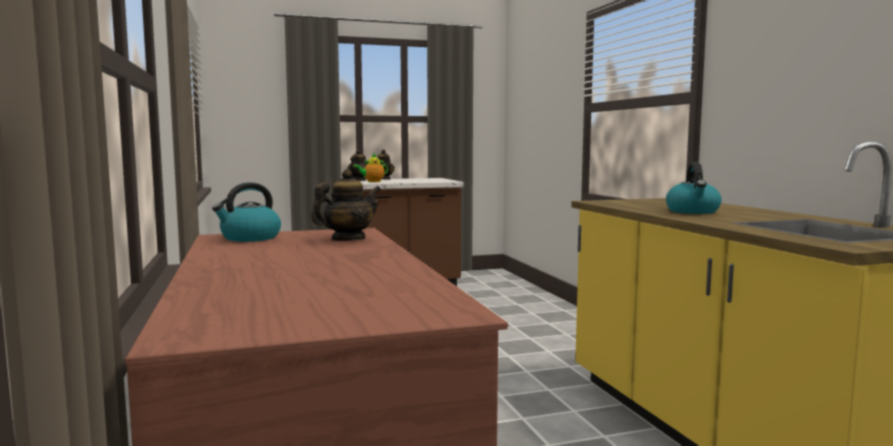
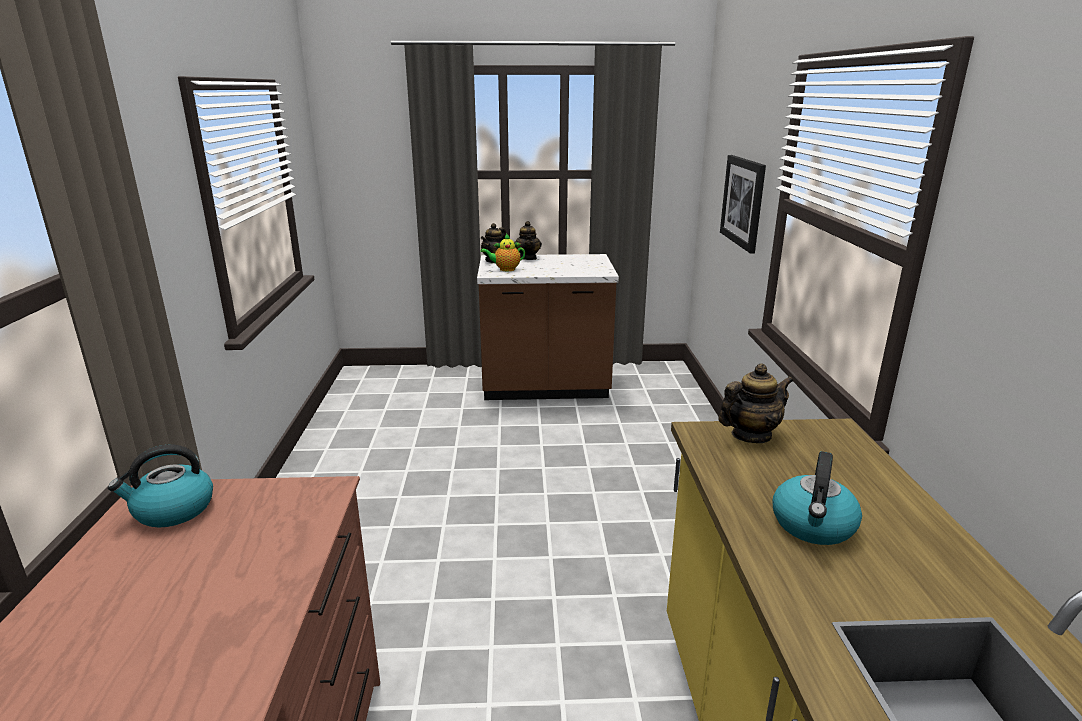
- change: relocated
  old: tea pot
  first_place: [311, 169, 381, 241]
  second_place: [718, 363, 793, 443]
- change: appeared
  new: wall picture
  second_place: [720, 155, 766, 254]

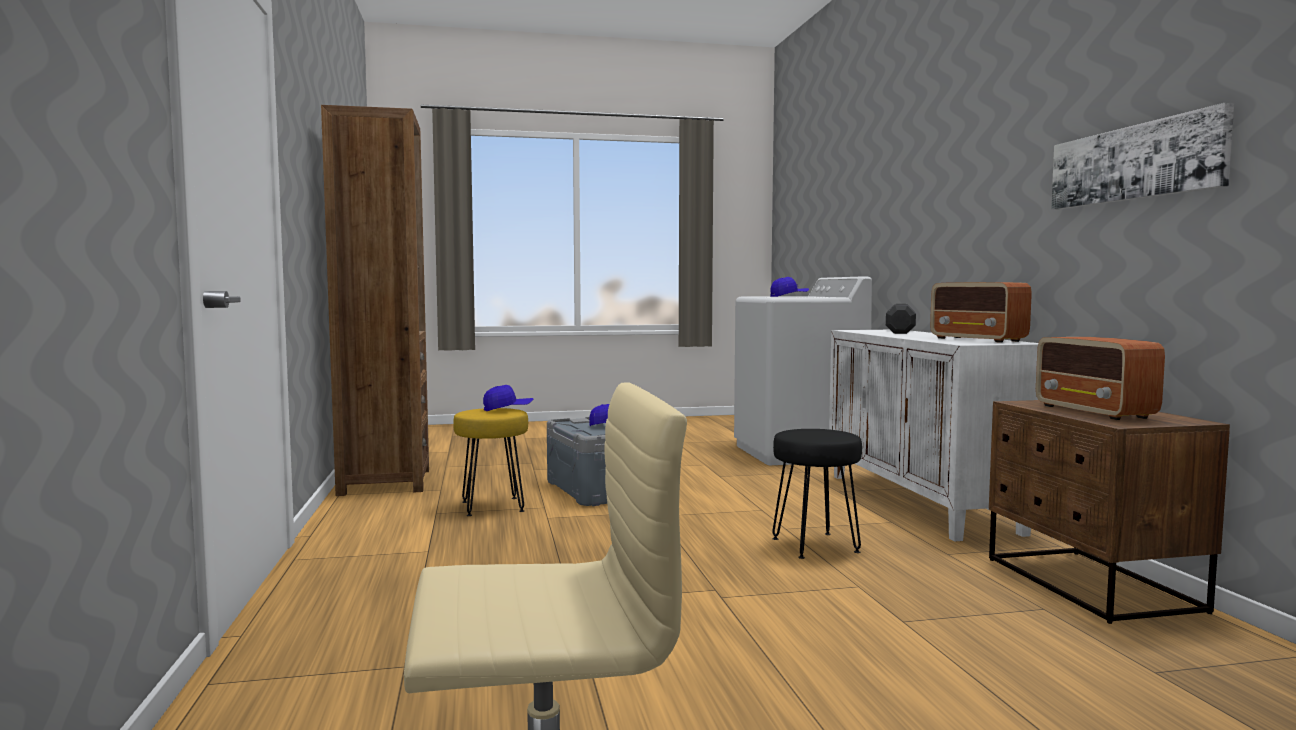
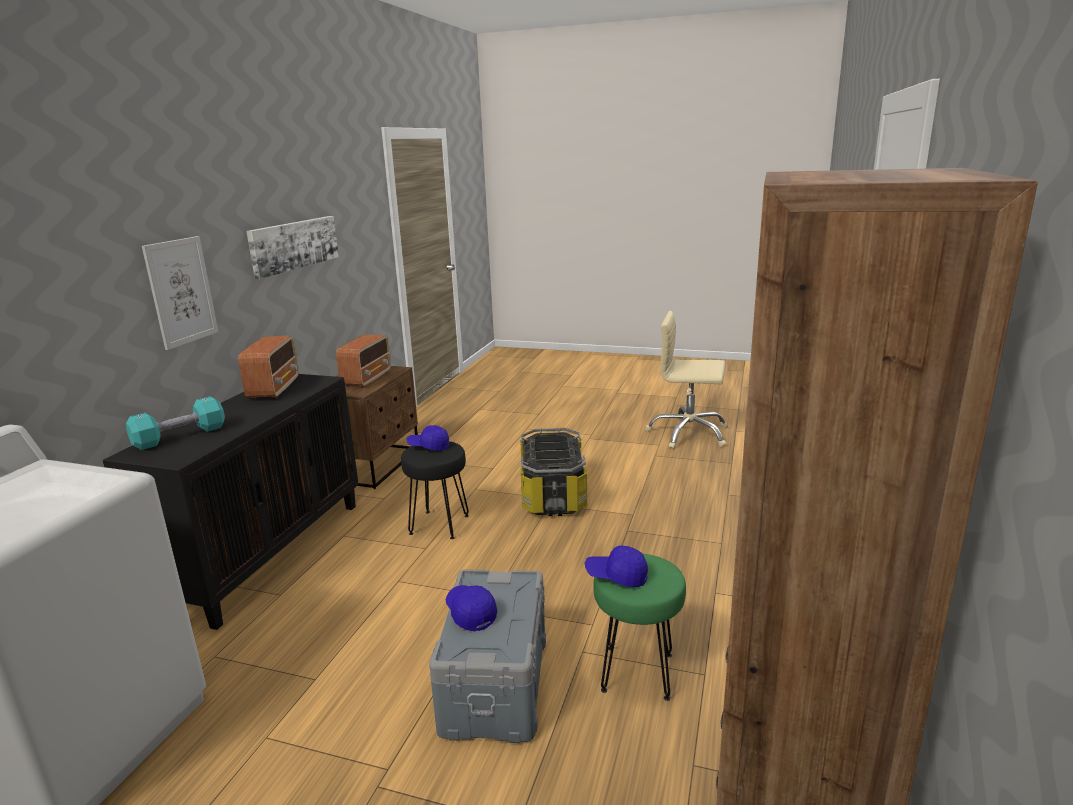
- change: colour
  old: yellow stool seat
  new: green-coloured stool seat
  first_place: [453, 408, 528, 516]
  second_place: [593, 554, 686, 701]
- change: relocated
  old: blue cap
  first_place: [770, 277, 809, 297]
  second_place: [407, 425, 449, 451]
- change: colour
  old: whitish storage cabinet
  new: black-coloured storage cabinet
  first_place: [829, 330, 1038, 542]
  second_place: [103, 374, 359, 630]
- change: colour
  old: black-coloured free weight
  new: turquoise free weight
  first_place: [886, 304, 916, 334]
  second_place: [126, 396, 225, 450]
- change: appeared
  new: wall picture
  second_place: [142, 236, 218, 350]
- change: appeared
  new: storage bin
  second_place: [521, 428, 587, 516]

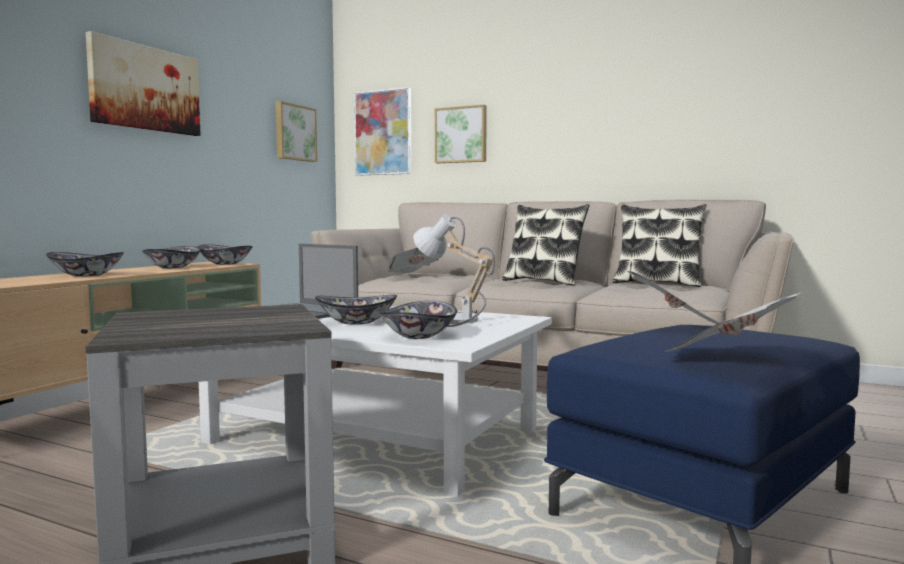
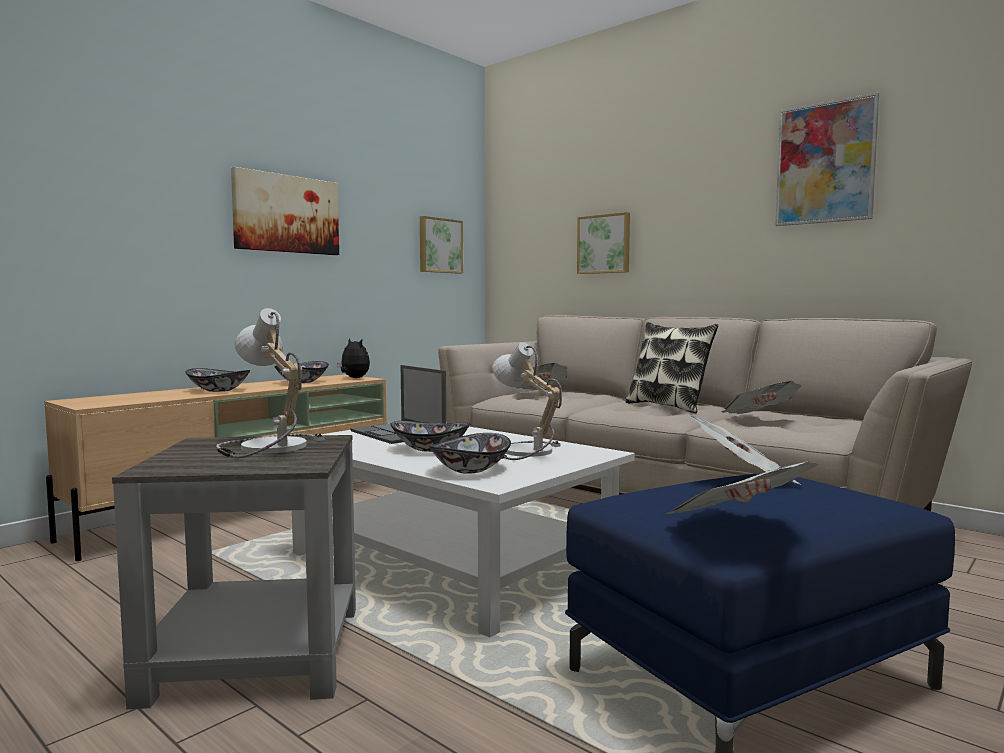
- change: exchanged
  old: serving bowl
  new: plush toy
  first_place: [198, 244, 252, 265]
  second_place: [337, 338, 370, 378]
- change: relocated
  old: wall picture
  first_place: [354, 87, 411, 176]
  second_place: [775, 93, 879, 226]
- change: missing
  old: throw pillow
  first_place: [613, 204, 707, 287]
- change: appeared
  new: tabletop lamp
  second_place: [216, 308, 325, 458]
- change: appeared
  new: printed paper
  second_place: [722, 381, 801, 414]

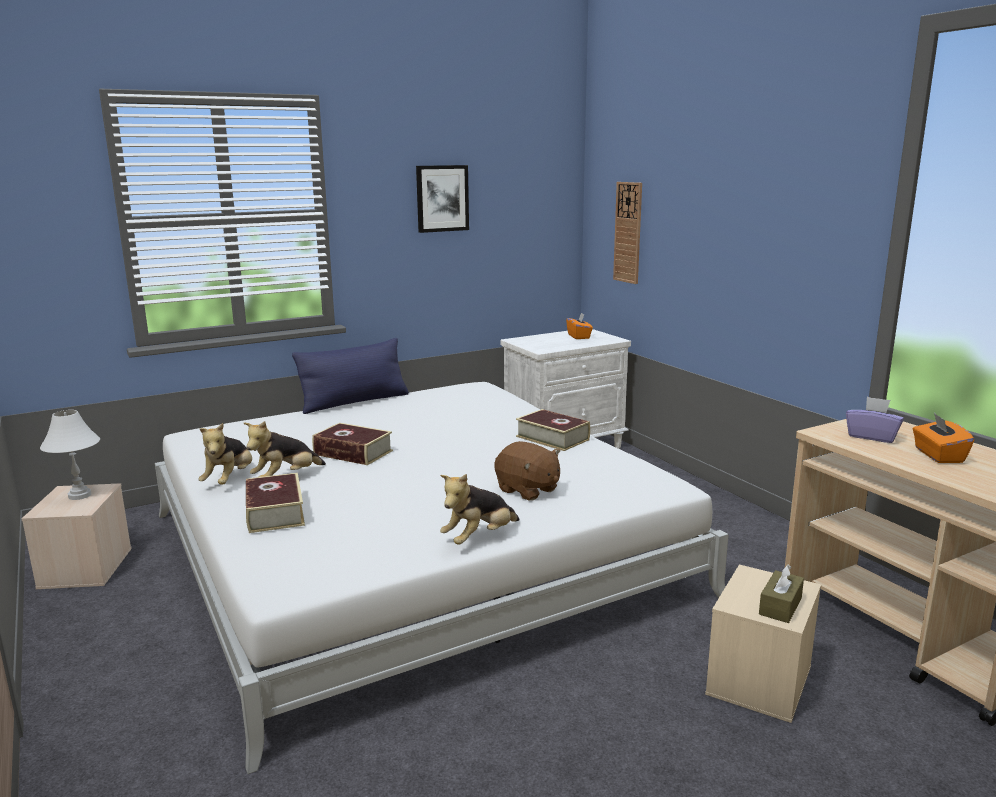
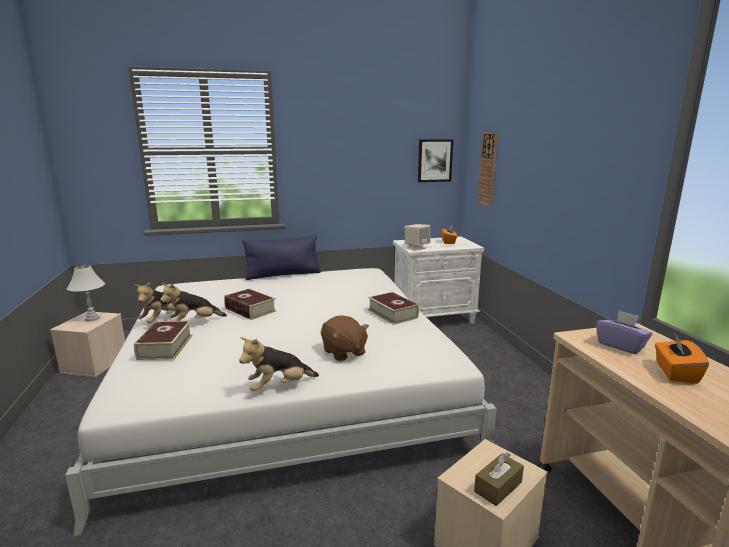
- change: relocated
  old: wall picture
  first_place: [416, 165, 469, 233]
  second_place: [418, 139, 453, 182]
- change: appeared
  new: beige-coloured audio speaker
  second_place: [405, 224, 431, 250]

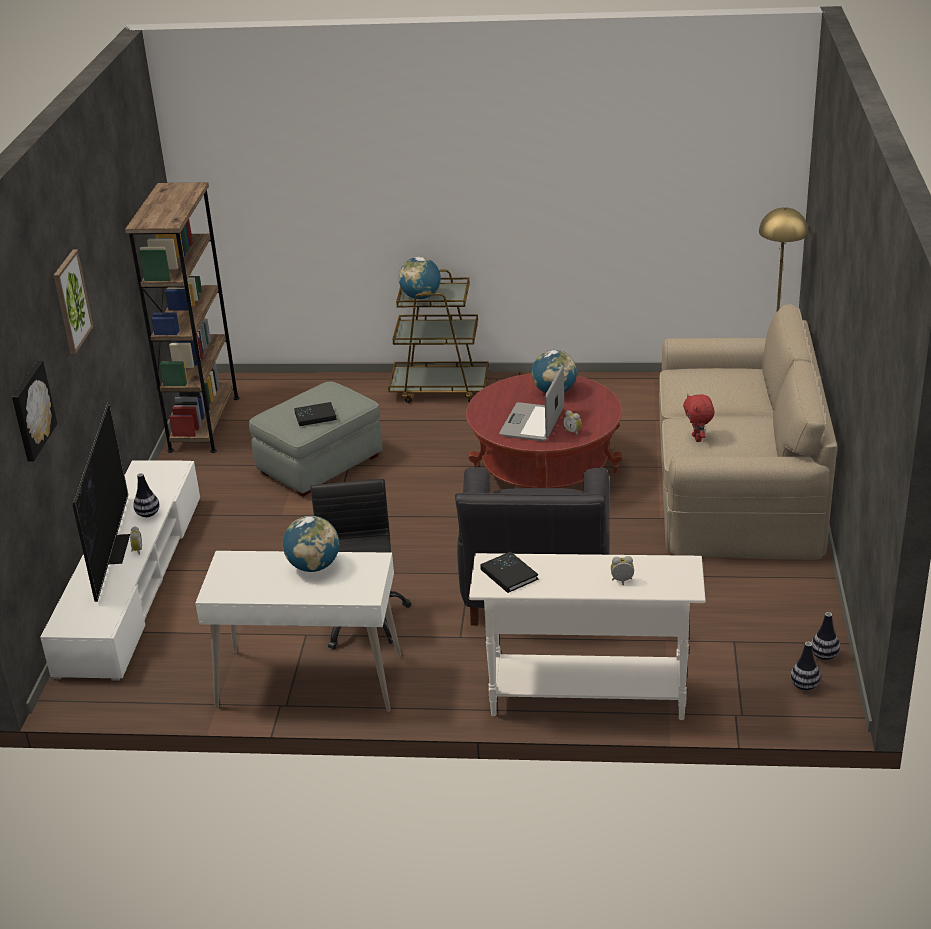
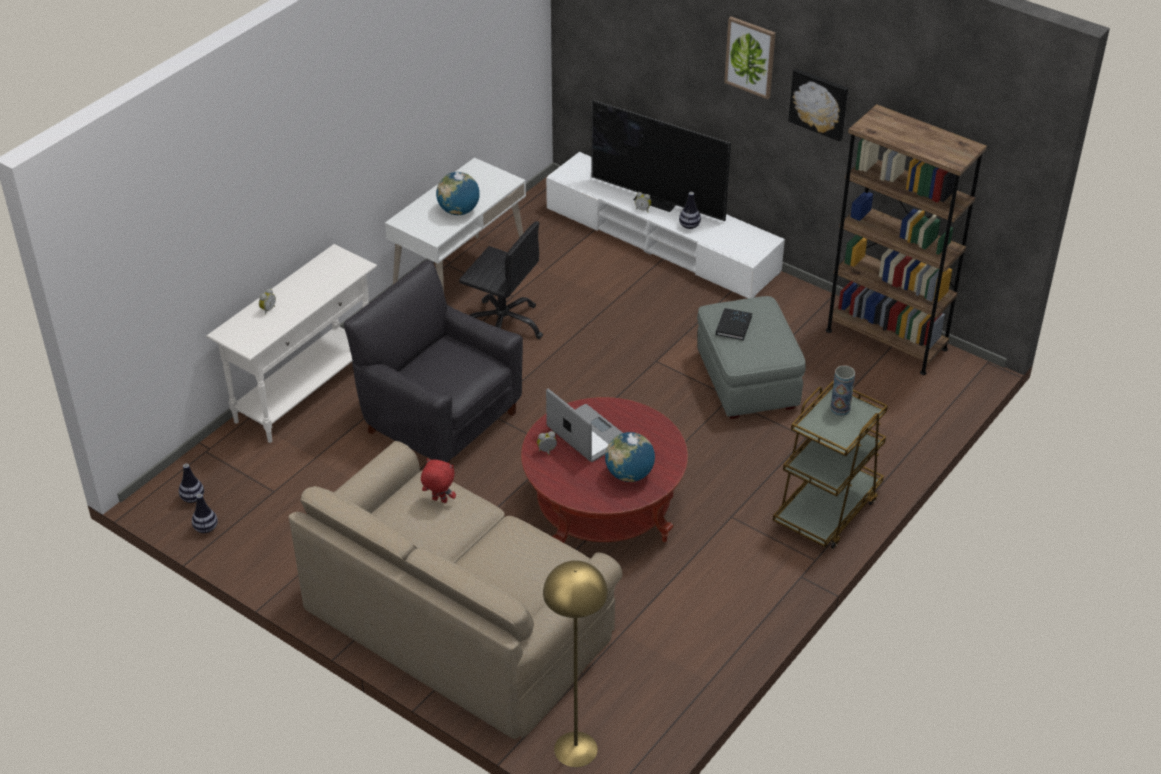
- change: relocated
  old: wall picture
  first_place: [12, 361, 57, 462]
  second_place: [788, 69, 848, 141]
- change: exchanged
  old: desk globe
  new: decorative vase
  first_place: [399, 257, 441, 299]
  second_place: [830, 366, 855, 416]
- change: missing
  old: black-coloured bound book
  first_place: [480, 551, 538, 593]

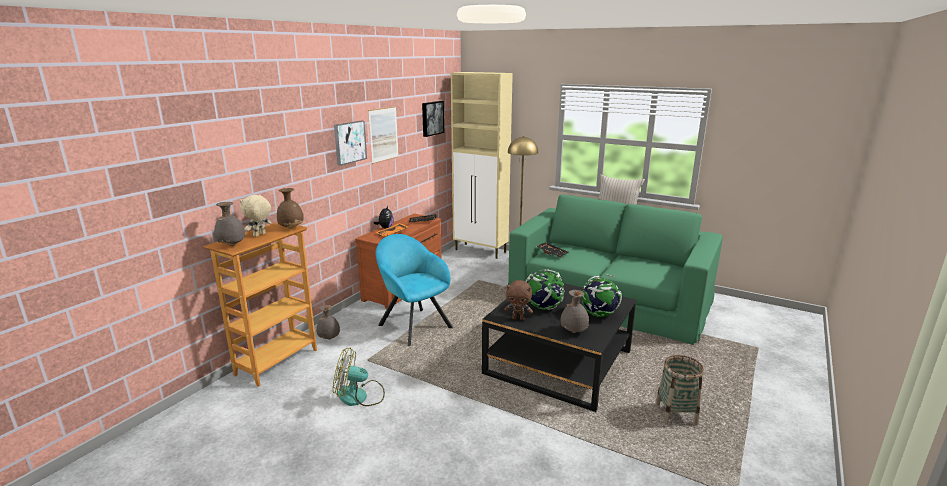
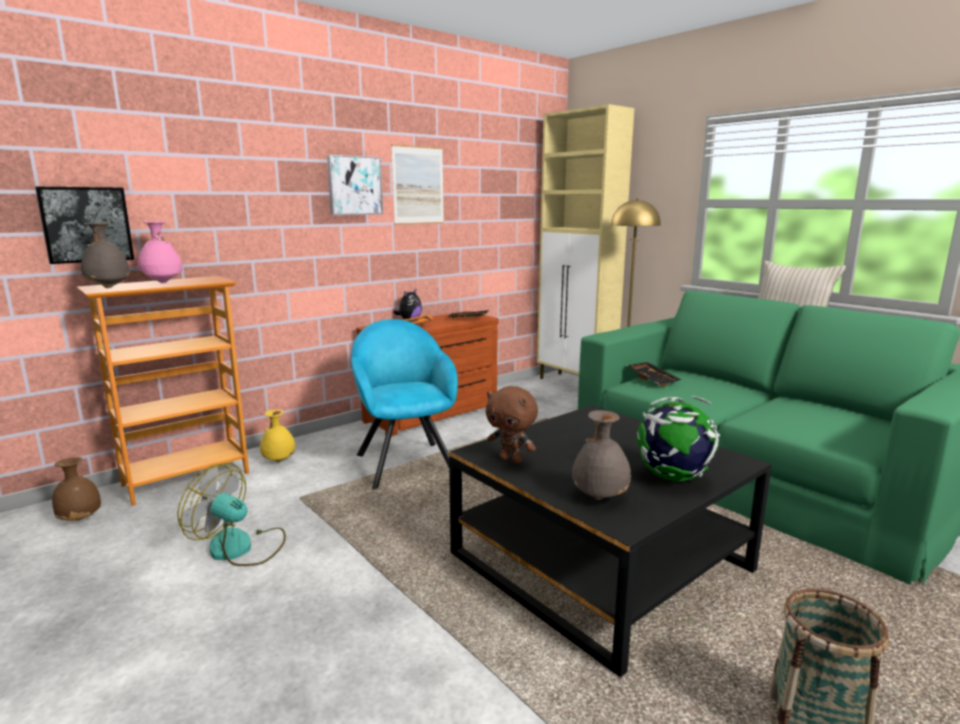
- change: exchanged
  old: beige-coloured plush toy
  new: pink decorative vase
  first_place: [240, 194, 272, 237]
  second_place: [137, 221, 182, 283]
- change: relocated
  old: brown decorative vase
  first_place: [277, 188, 304, 229]
  second_place: [52, 457, 101, 521]
- change: colour
  old: grey decorative vase
  new: yellow decorative vase
  first_place: [316, 305, 340, 340]
  second_place: [260, 410, 296, 462]
- change: relocated
  old: wall picture
  first_place: [422, 101, 444, 137]
  second_place: [35, 186, 134, 264]
- change: missing
  old: desk globe
  first_place: [526, 269, 565, 310]

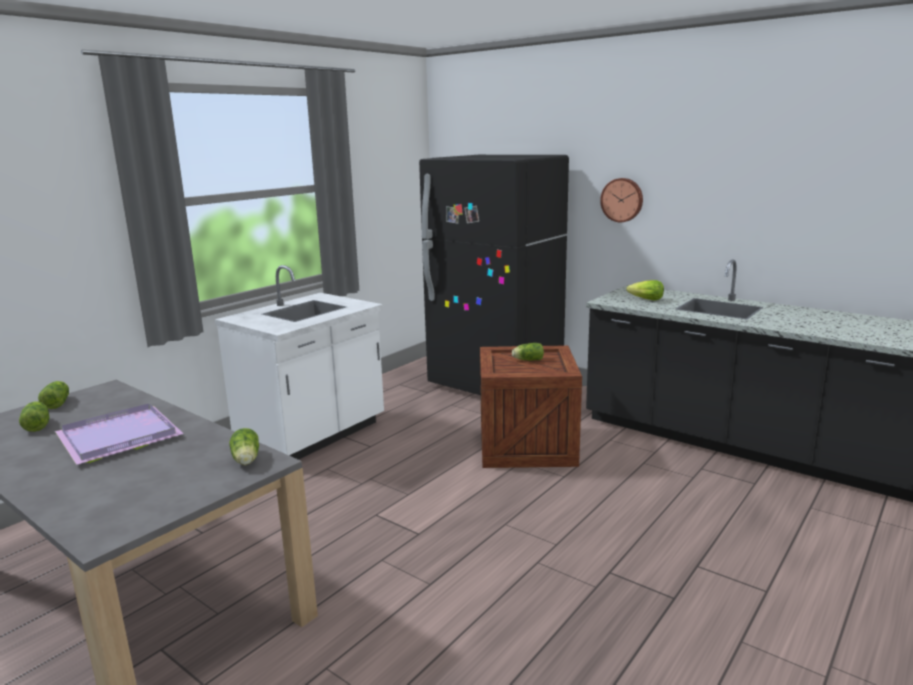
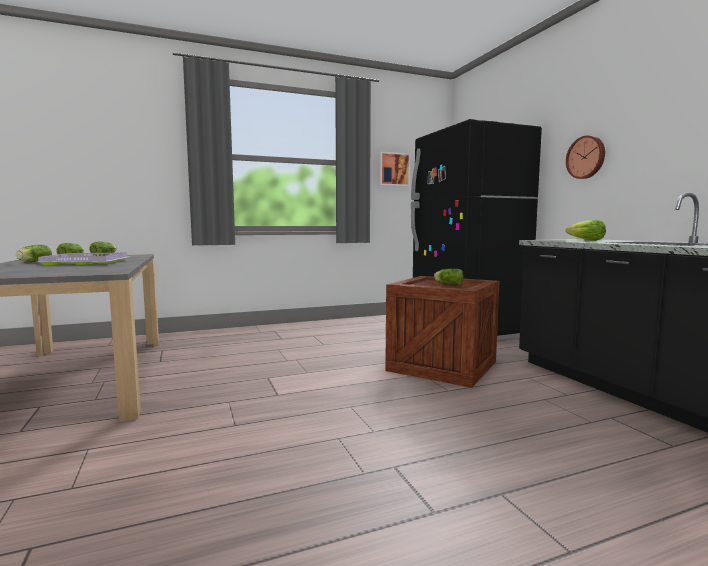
- change: missing
  old: whitish counter
  first_place: [215, 265, 384, 460]
- change: relocated
  old: head of lettuce
  first_place: [229, 428, 259, 465]
  second_place: [16, 245, 52, 262]
- change: appeared
  new: wall picture
  second_place: [379, 152, 410, 186]

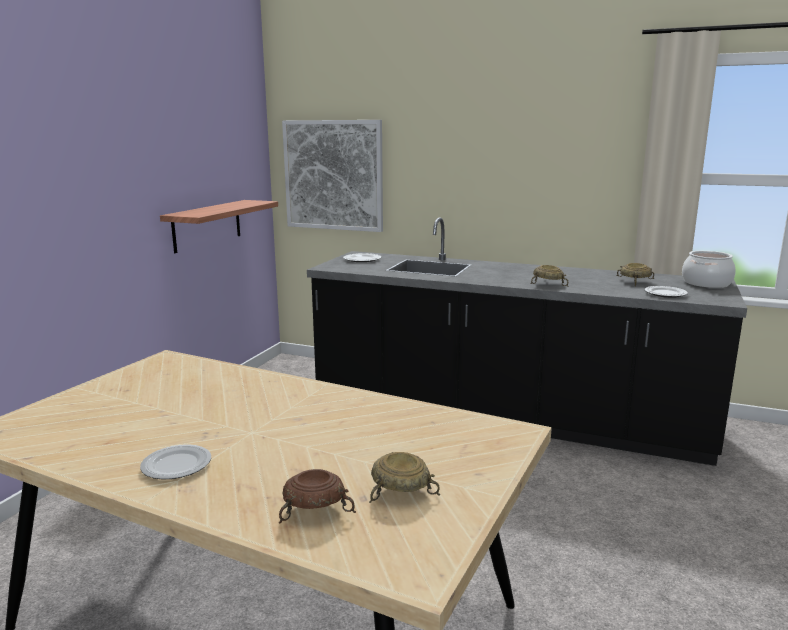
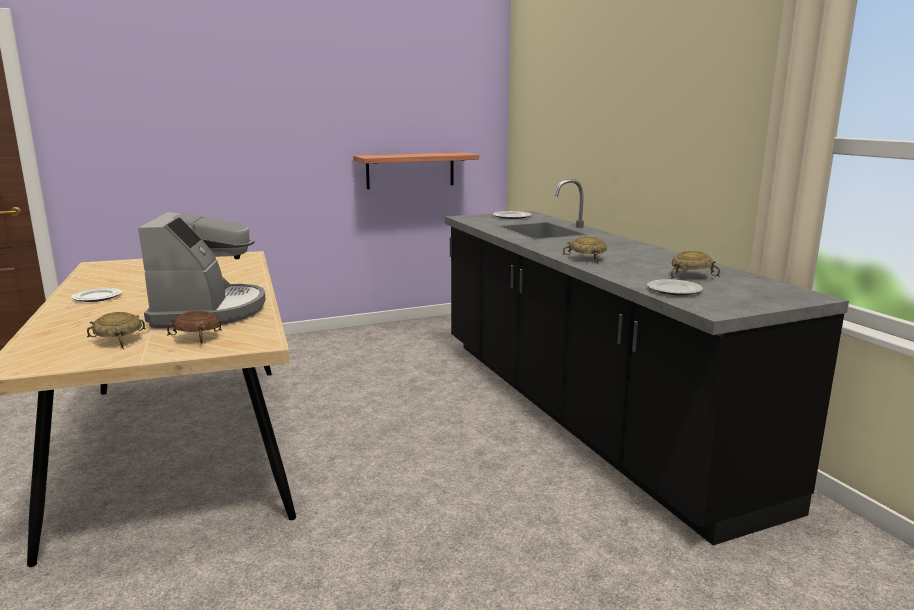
- change: relocated
  old: brown serving bowl
  first_place: [279, 469, 356, 524]
  second_place: [167, 311, 222, 345]
- change: missing
  old: wall picture
  first_place: [282, 120, 383, 232]
- change: missing
  old: cooking pot
  first_place: [682, 251, 736, 288]
- change: appeared
  new: coffee machine
  second_place: [138, 212, 266, 328]

